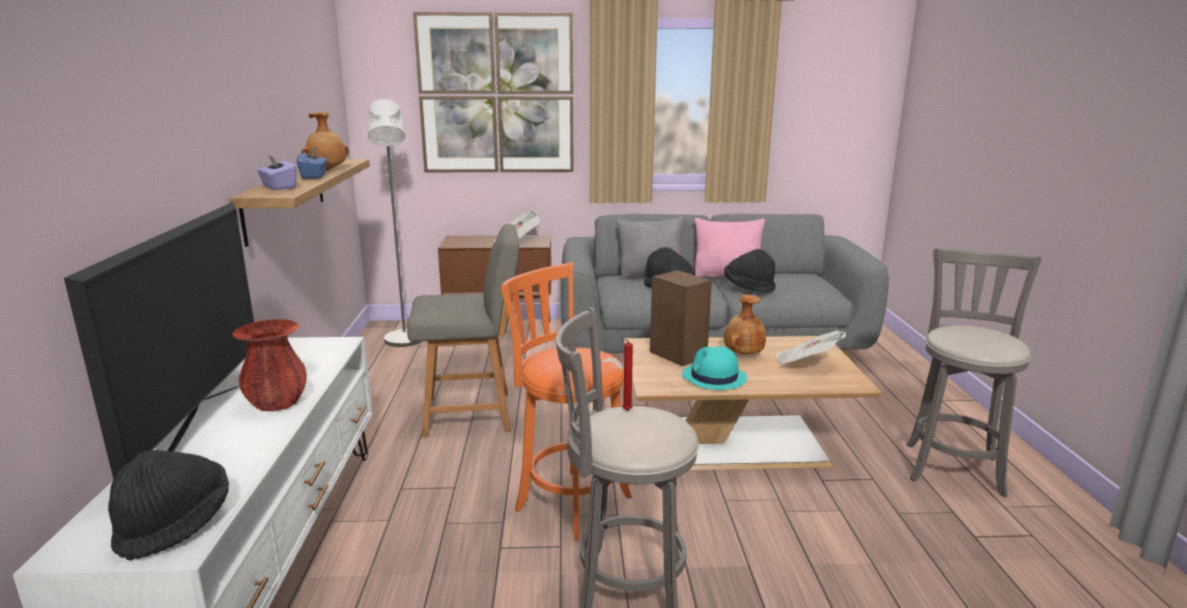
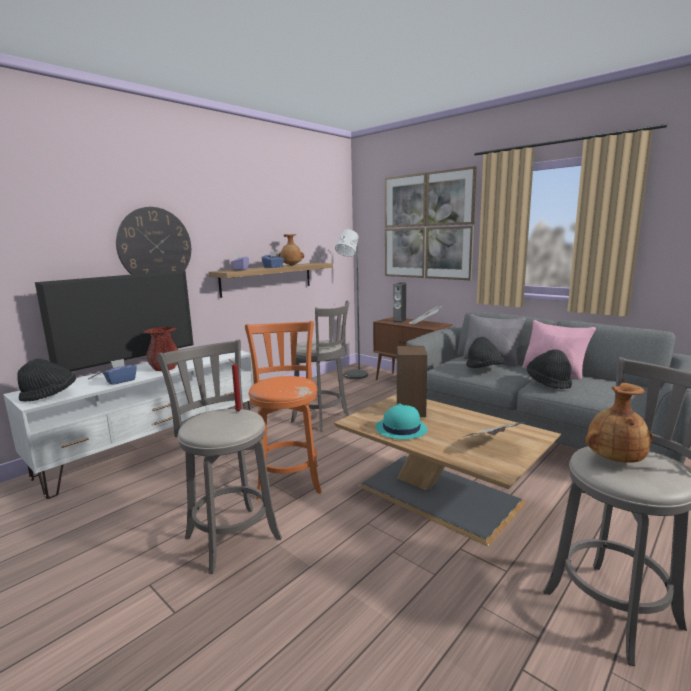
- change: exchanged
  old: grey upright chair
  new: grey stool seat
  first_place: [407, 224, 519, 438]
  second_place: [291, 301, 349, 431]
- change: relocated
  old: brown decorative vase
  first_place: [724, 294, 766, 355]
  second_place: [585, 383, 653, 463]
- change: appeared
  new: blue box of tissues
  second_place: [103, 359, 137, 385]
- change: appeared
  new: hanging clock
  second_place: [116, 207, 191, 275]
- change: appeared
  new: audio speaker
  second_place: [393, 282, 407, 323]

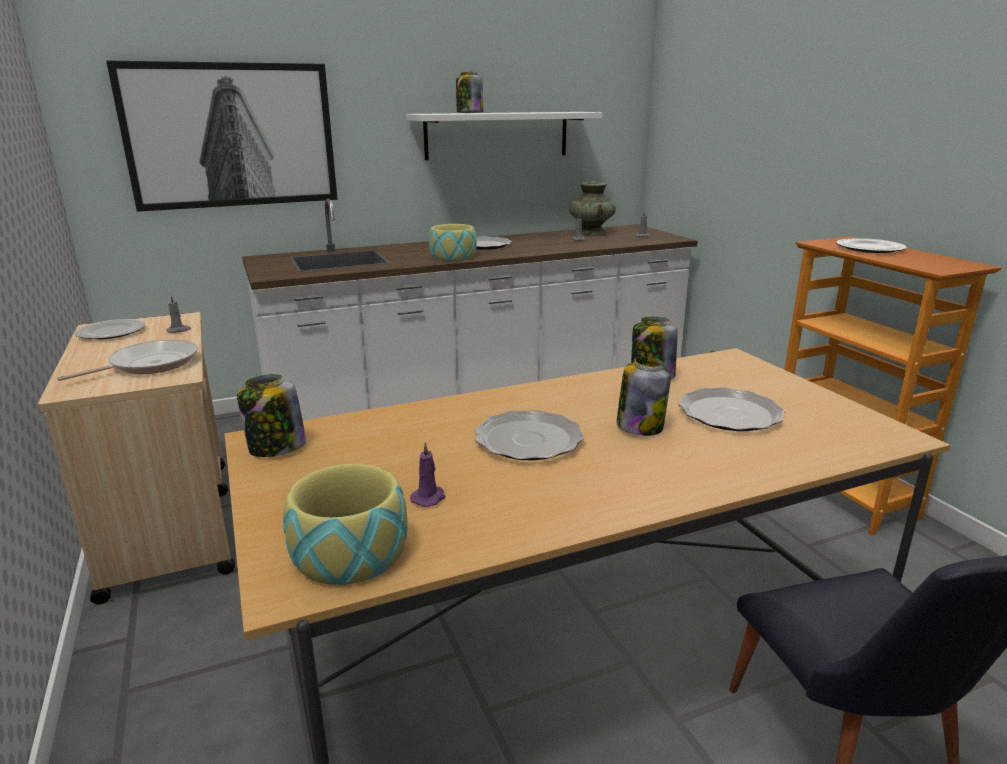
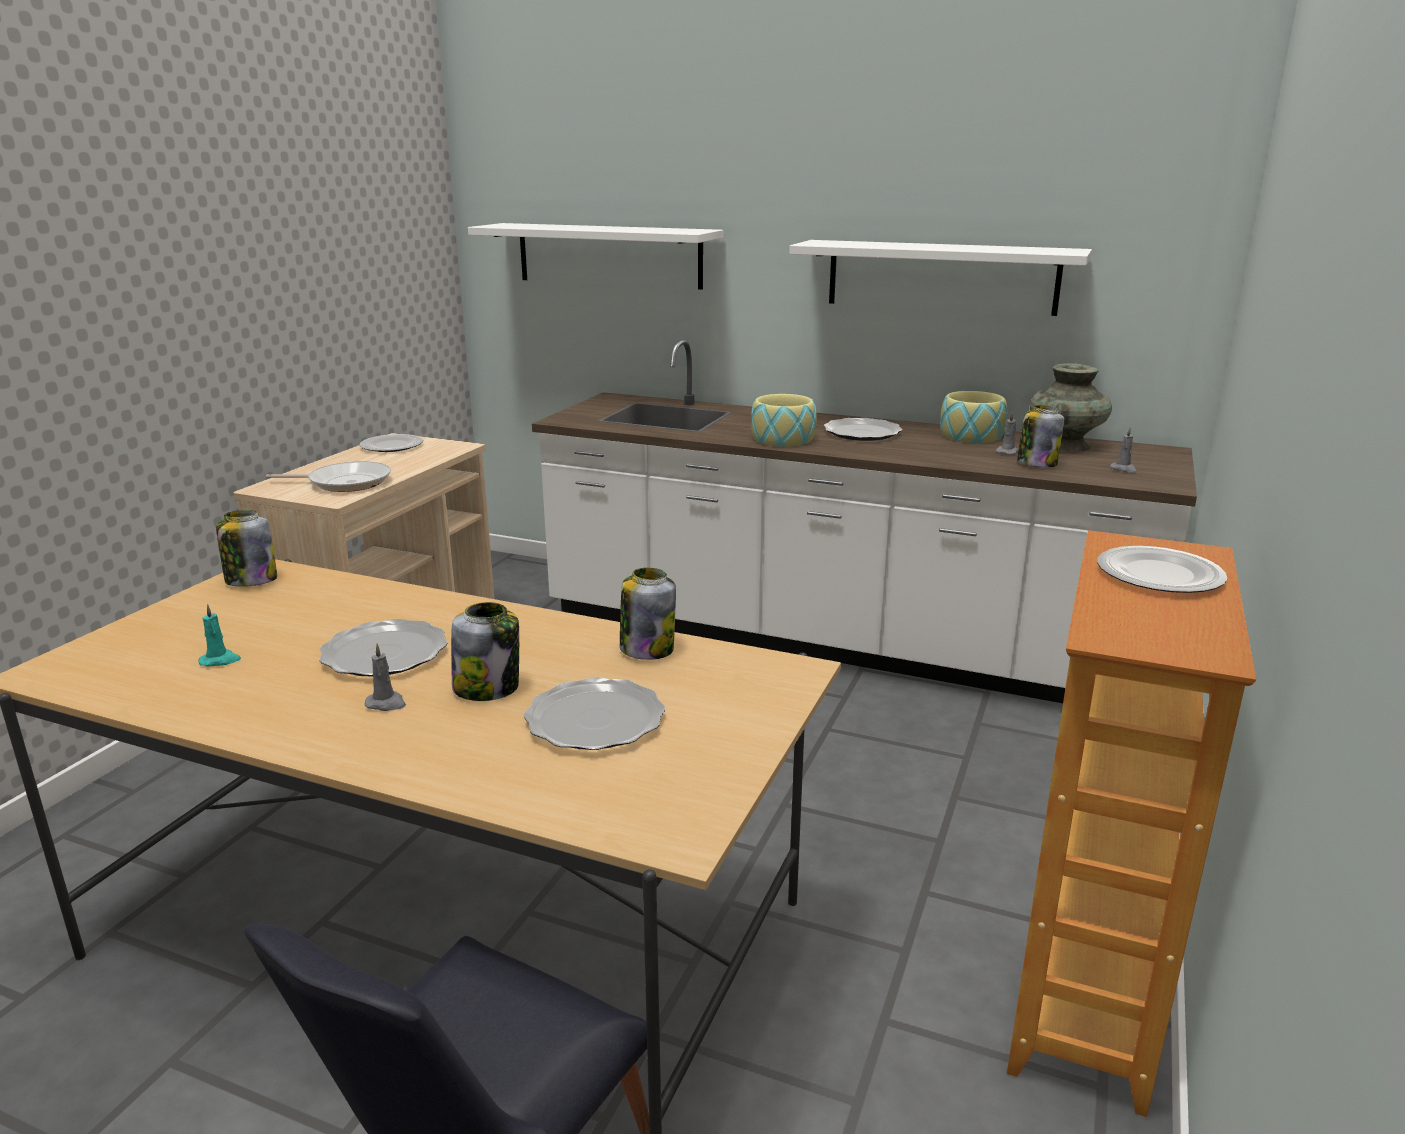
- change: exchanged
  old: wall picture
  new: whitish shelf
  first_place: [106, 61, 338, 212]
  second_place: [468, 223, 723, 290]
- change: relocated
  old: grey candle
  first_place: [166, 295, 192, 333]
  second_place: [365, 643, 406, 711]
- change: relocated
  old: serving bowl
  first_place: [283, 464, 408, 585]
  second_place: [940, 391, 1007, 443]
- change: colour
  old: purplish candle
  new: turquoise candle
  first_place: [410, 442, 445, 507]
  second_place: [199, 604, 241, 667]
- change: relocated
  old: preserve jar
  first_place: [456, 72, 483, 113]
  second_place: [1017, 405, 1064, 467]

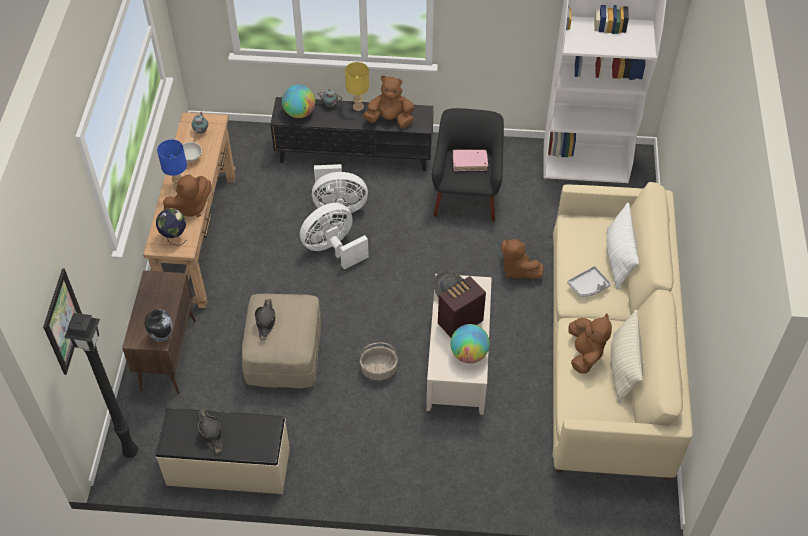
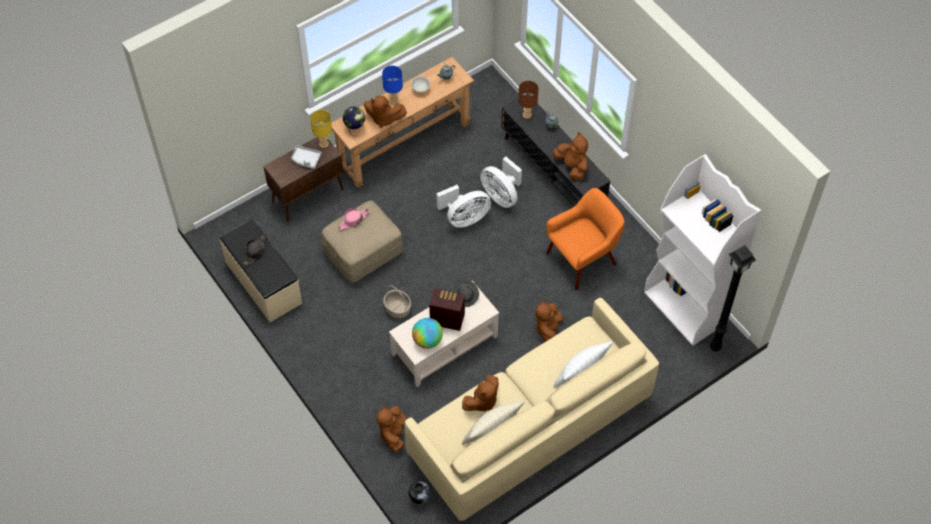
- change: missing
  old: wall picture
  first_place: [43, 268, 82, 375]
- change: relocated
  old: black-coloured standard lamp
  first_place: [64, 313, 138, 458]
  second_place: [710, 245, 756, 352]
- change: relocated
  old: decorative vase
  first_place: [144, 309, 173, 342]
  second_place: [408, 481, 430, 505]
- change: colour
  old: black-coloured hat
  new: pink hat
  first_place: [254, 299, 276, 340]
  second_place: [337, 208, 369, 230]
- change: exchanged
  old: desk globe
  new: brown tabletop lamp
  first_place: [282, 84, 315, 118]
  second_place: [518, 81, 539, 119]
- change: spun
  old: whitish cooling fan
  first_place: [300, 203, 369, 269]
  second_place: [436, 185, 491, 228]
  degrees: 135
- change: relocated
  old: yellow tabletop lamp
  first_place: [345, 62, 369, 111]
  second_place: [310, 110, 332, 148]
- change: colour
  old: black-coloured armchair
  new: orange-coloured armchair
  first_place: [432, 108, 504, 222]
  second_place: [546, 188, 625, 290]
- change: missing
  old: pink bound book
  first_place: [453, 150, 488, 171]
- change: relocated
  old: grey serving tray
  first_place: [567, 266, 611, 297]
  second_place: [291, 145, 322, 169]
- change: appeared
  new: brown plush toy
  second_place: [376, 405, 407, 452]

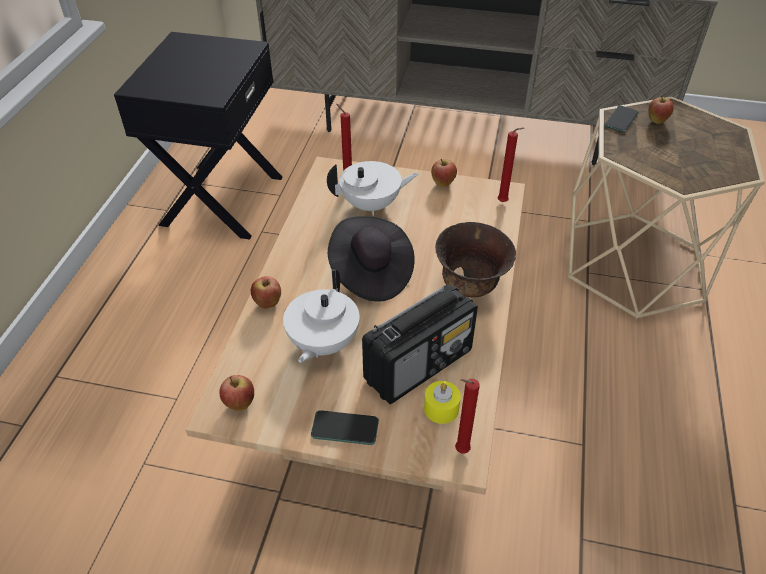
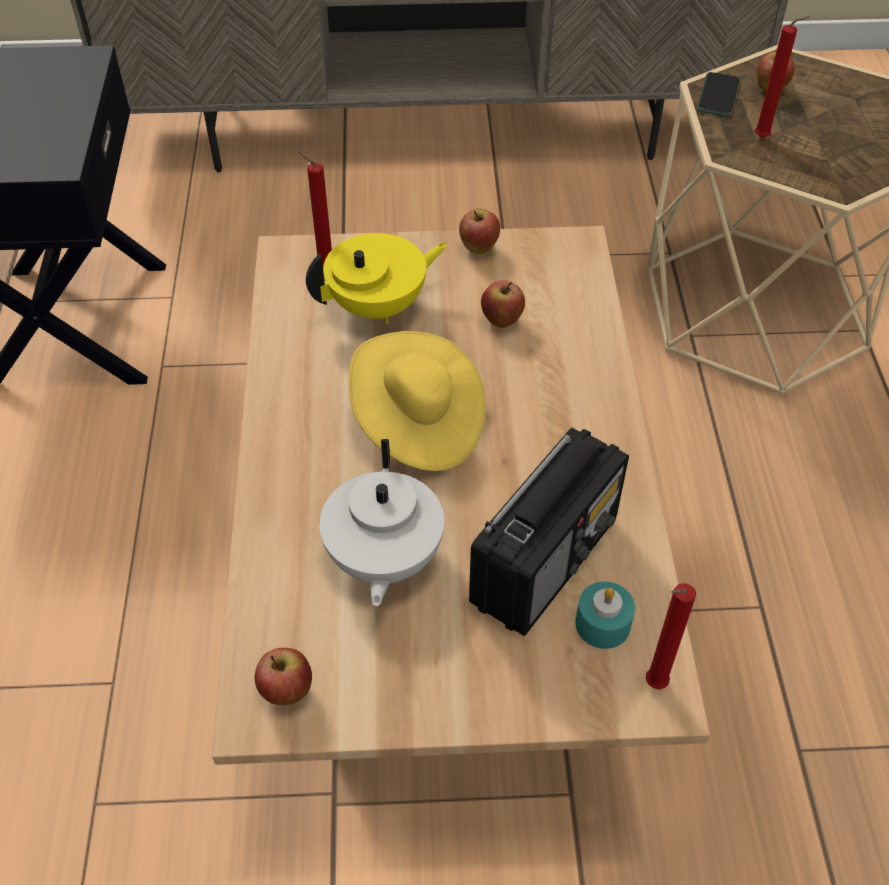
- change: relocated
  old: apple
  first_place: [251, 276, 281, 309]
  second_place: [481, 280, 525, 328]
- change: missing
  old: telephone
  first_place: [311, 410, 379, 445]
- change: colour
  old: whitish tea pot
  new: yellow tea pot
  first_place: [327, 161, 418, 216]
  second_place: [306, 233, 448, 324]
- change: colour
  old: black-coloured hat
  new: yellow hat
  first_place: [328, 216, 415, 302]
  second_place: [349, 331, 486, 471]
- change: colour
  old: yellow candle
  new: turquoise candle
  first_place: [424, 381, 461, 424]
  second_place: [575, 581, 635, 649]
- change: missing
  old: brown serving bowl
  first_place: [435, 222, 516, 297]
- change: relocated
  old: red-coloured candle
  first_place: [498, 128, 524, 202]
  second_place: [755, 16, 809, 138]

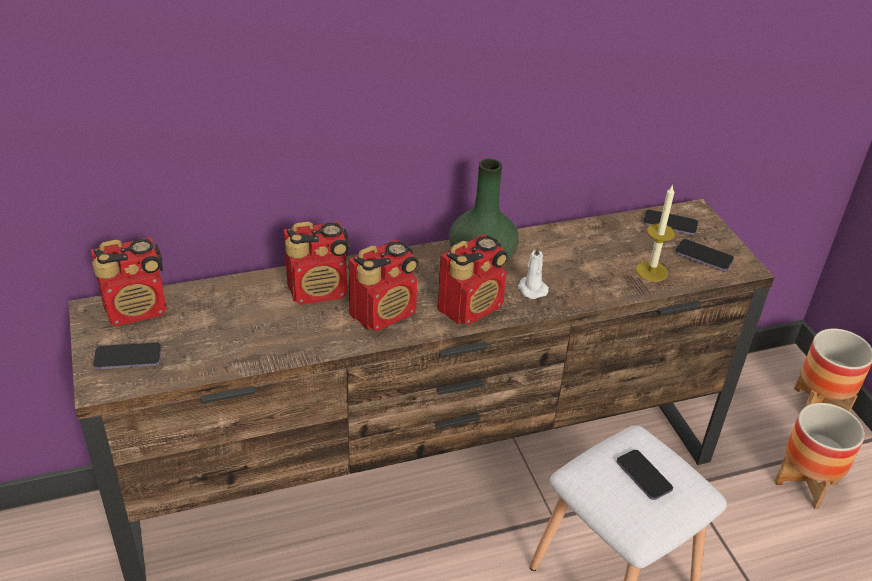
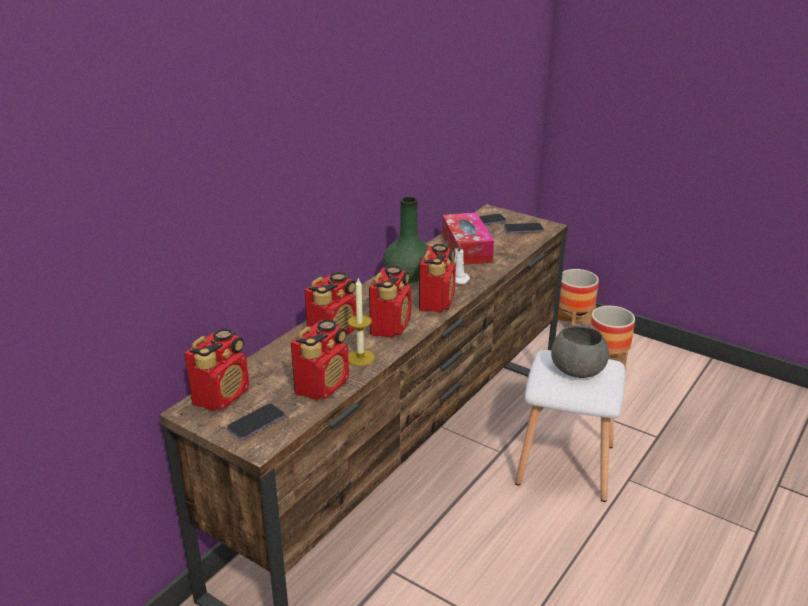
- change: exchanged
  old: telephone
  new: grey serving bowl
  first_place: [617, 450, 673, 500]
  second_place: [551, 326, 609, 378]
- change: relocated
  old: candle
  first_place: [636, 184, 675, 282]
  second_place: [347, 278, 375, 366]
- change: appeared
  new: radio set
  second_place: [291, 319, 349, 400]
- change: appeared
  new: box of tissues
  second_place: [442, 212, 494, 265]

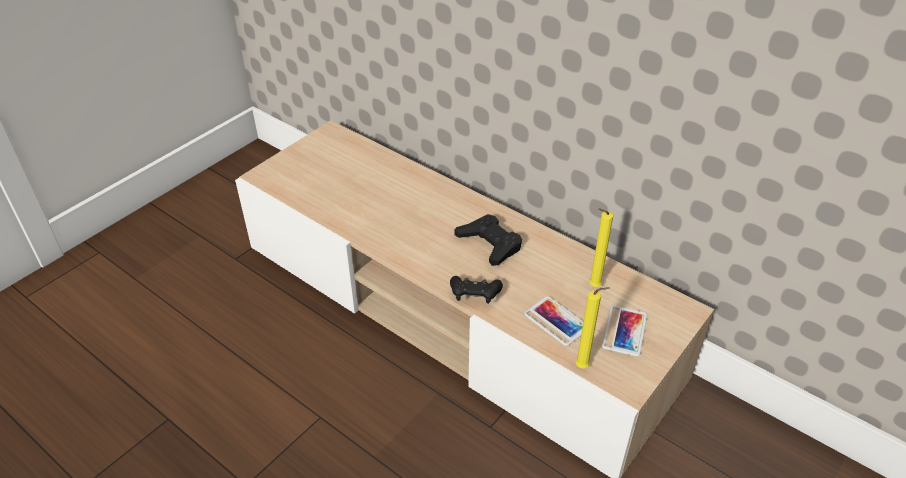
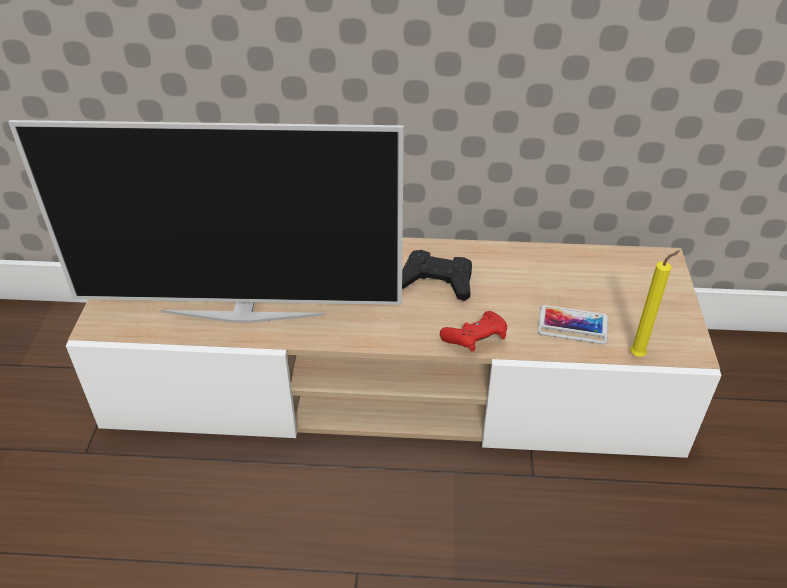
- change: colour
  old: black-coloured game controller
  new: red-coloured game controller
  first_place: [450, 276, 503, 304]
  second_place: [440, 311, 507, 352]
- change: missing
  old: yellow candle
  first_place: [589, 208, 613, 287]
- change: missing
  old: telephone
  first_place: [602, 306, 647, 357]
- change: appeared
  new: TV set
  second_place: [8, 120, 404, 323]

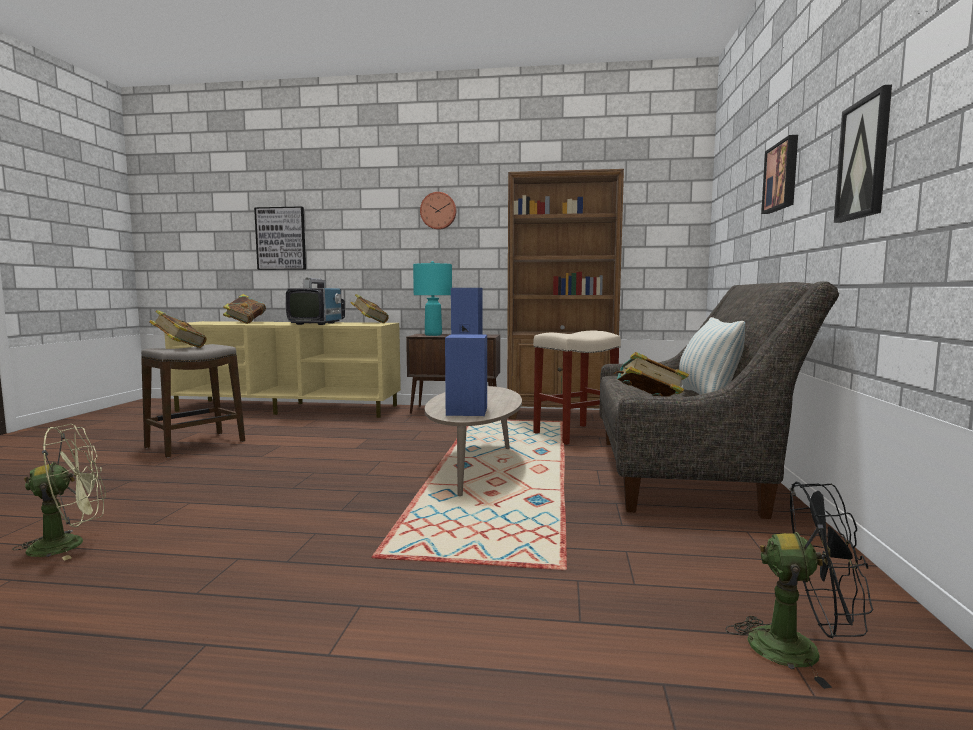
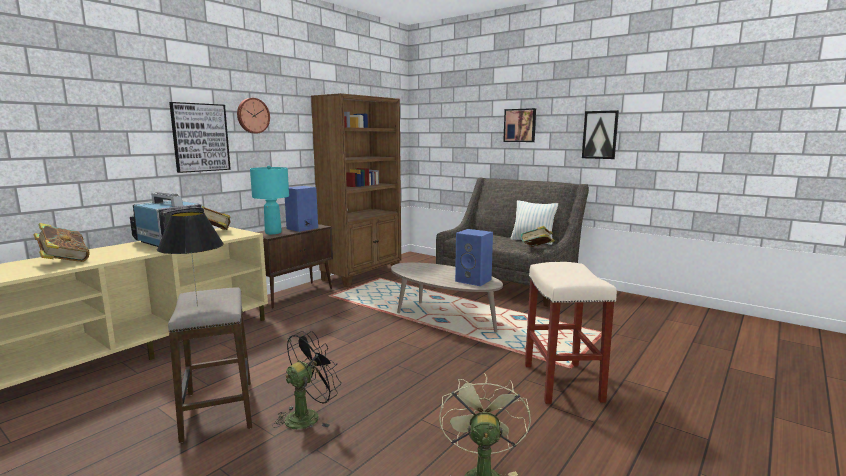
- change: exchanged
  old: bound book
  new: black-coloured tabletop lamp
  first_place: [149, 310, 207, 348]
  second_place: [157, 211, 224, 306]
- change: relocated
  old: wall picture
  first_place: [254, 206, 306, 270]
  second_place: [169, 102, 231, 173]
- change: relocated
  old: beige-coloured stool seat
  first_place: [533, 331, 621, 445]
  second_place: [525, 262, 617, 404]
- change: relocated
  old: black-coloured cooling fan
  first_place: [726, 481, 874, 689]
  second_place: [273, 331, 341, 429]

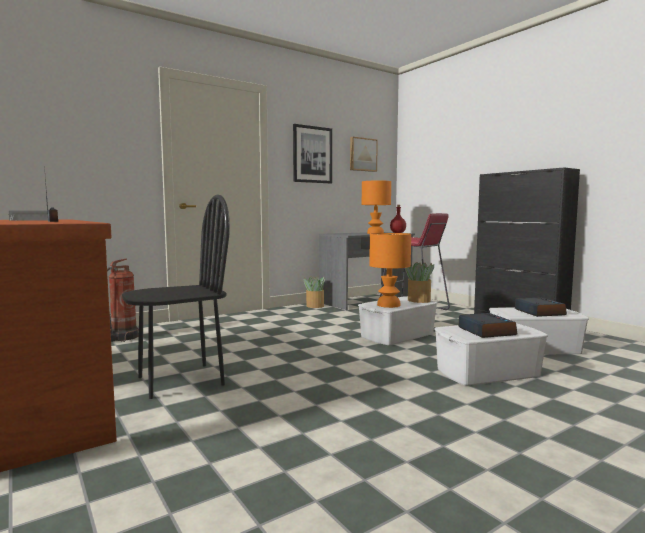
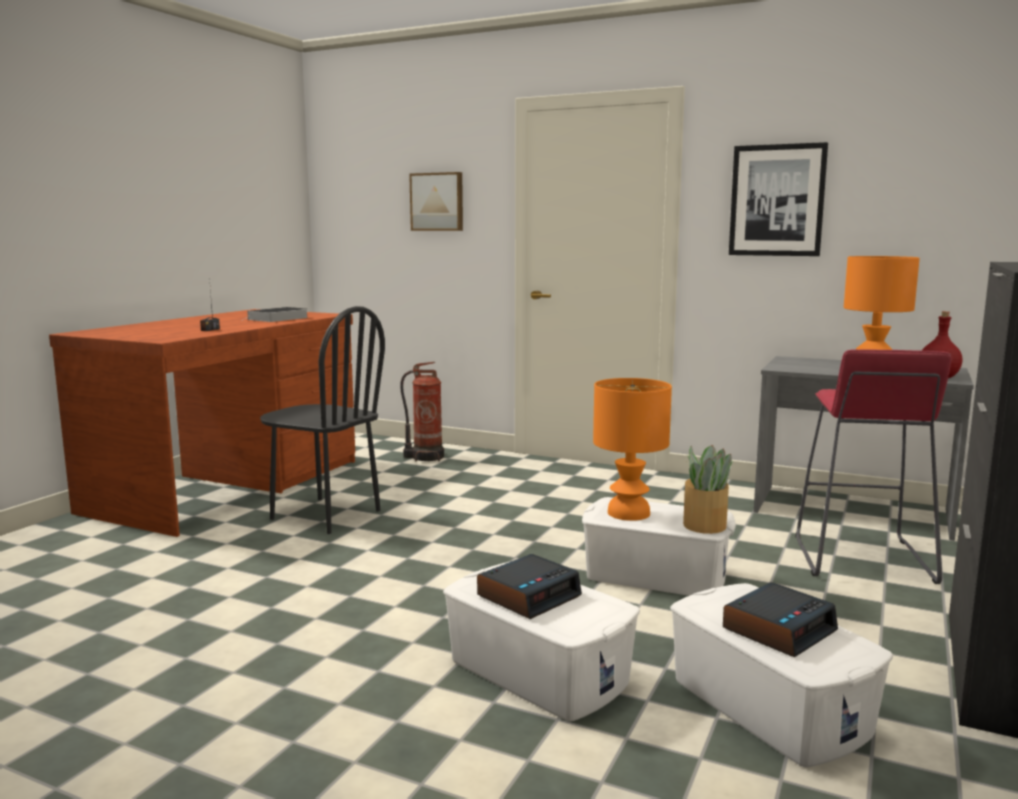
- change: missing
  old: plant in a pot
  first_place: [304, 277, 325, 308]
- change: relocated
  old: wall picture
  first_place: [350, 137, 378, 172]
  second_place: [409, 172, 463, 231]

